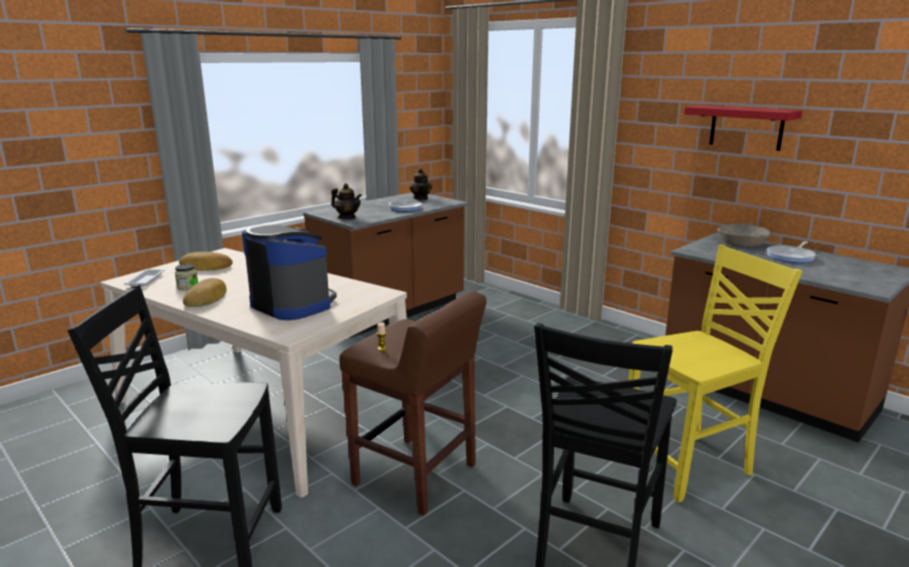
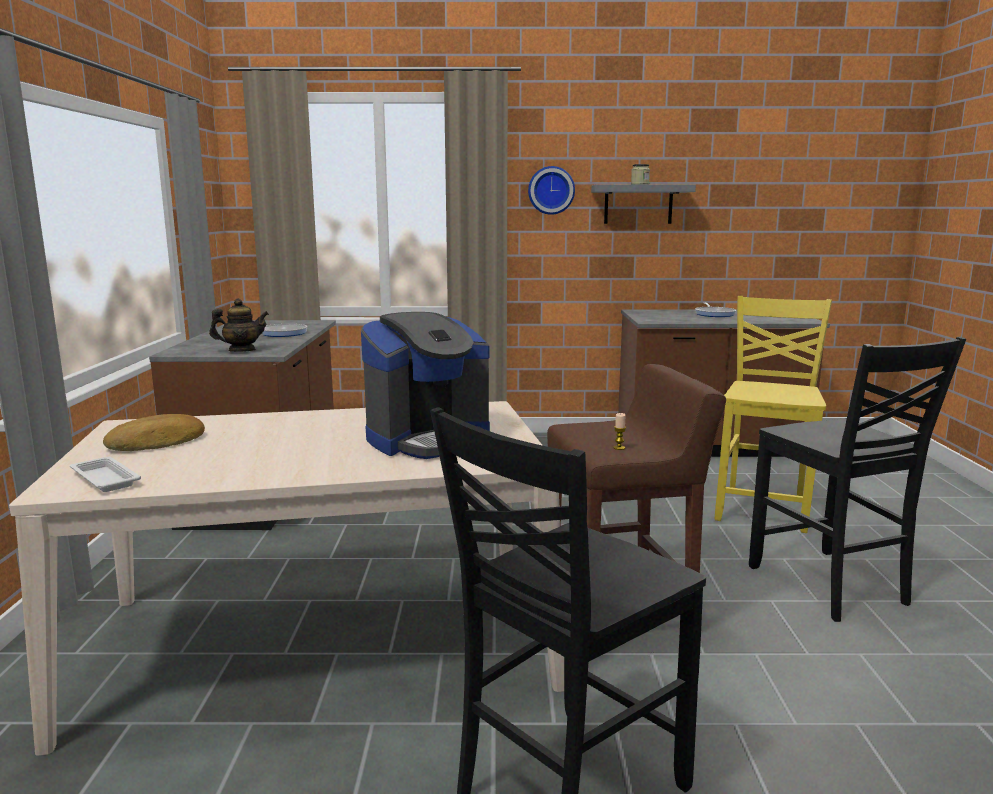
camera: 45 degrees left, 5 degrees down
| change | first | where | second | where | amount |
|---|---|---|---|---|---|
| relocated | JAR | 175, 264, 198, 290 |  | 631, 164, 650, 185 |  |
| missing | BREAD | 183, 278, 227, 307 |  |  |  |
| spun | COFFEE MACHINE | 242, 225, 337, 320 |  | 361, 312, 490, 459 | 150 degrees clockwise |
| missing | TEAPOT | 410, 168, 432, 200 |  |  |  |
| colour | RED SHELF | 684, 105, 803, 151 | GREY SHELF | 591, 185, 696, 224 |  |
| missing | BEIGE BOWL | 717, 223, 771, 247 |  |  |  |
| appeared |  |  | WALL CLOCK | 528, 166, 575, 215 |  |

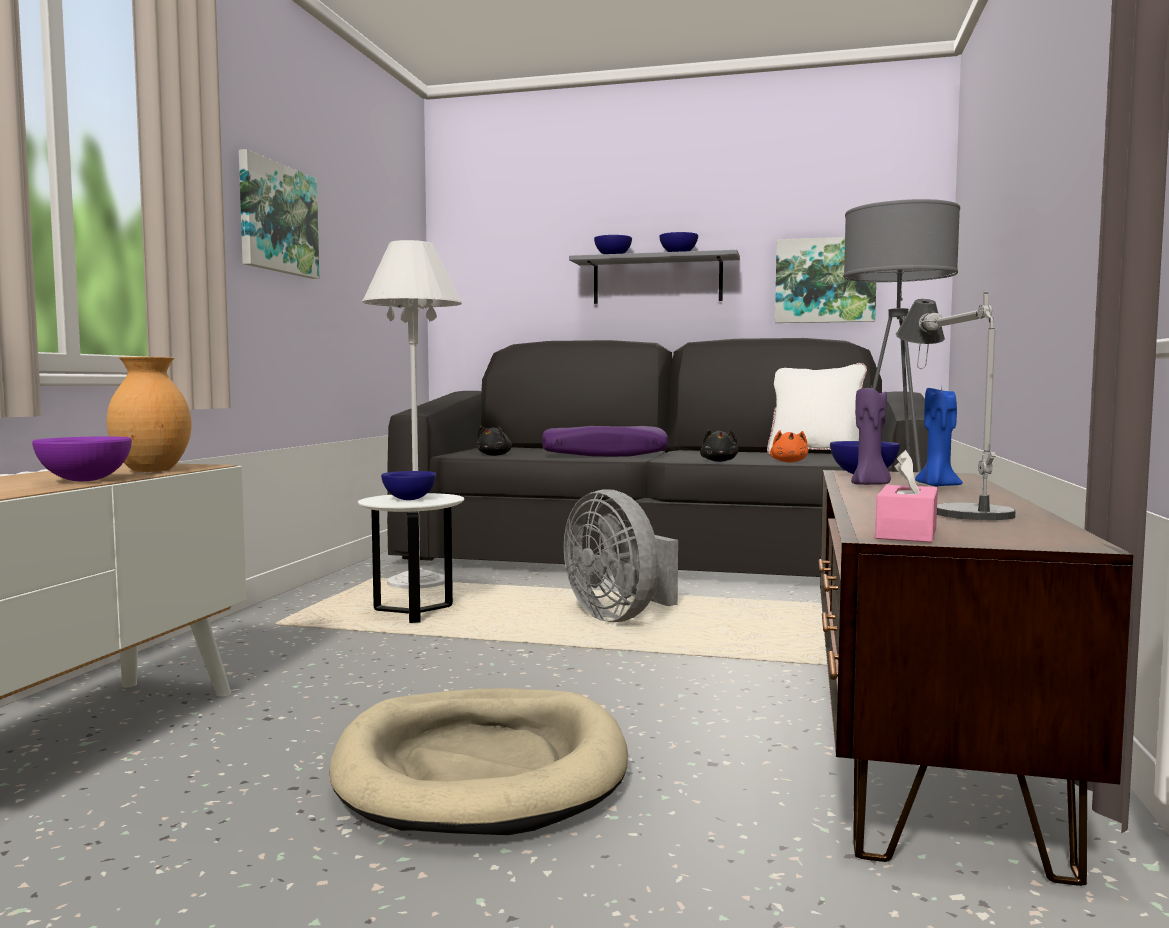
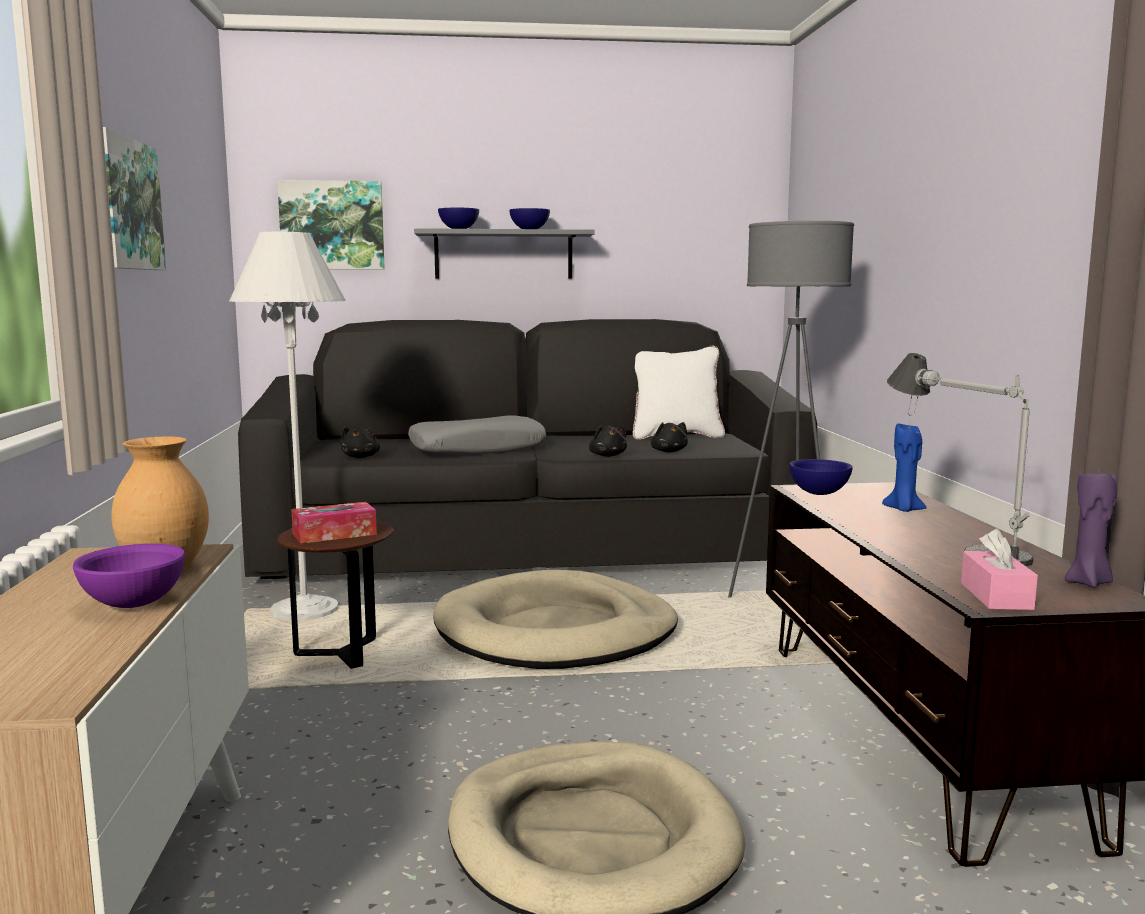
camera: 20 degrees left, 5 degrees up
| change | first | where | second | where | amount |
|---|---|---|---|---|---|
| colour | WHITE SIDE TABLE | 358, 493, 464, 623 | BROWN SIDE TABLE | 277, 521, 394, 669 |  |
| exchanged | BLUE BOWL | 381, 471, 436, 500 | TISSUE BOX | 291, 502, 377, 544 |  |
| colour | PURPLE PILLOW | 542, 426, 669, 457 | GREY PILLOW | 408, 415, 546, 454 |  |
| exchanged | GREY FAN | 564, 489, 678, 622 | BEIGE DOG BED | 433, 570, 678, 669 |  |
| colour | ORANGE PLUSH TOY | 770, 430, 808, 463 | BLACK PLUSH TOY | 651, 422, 688, 452 |  |
| relocated | PICTURE | 775, 237, 876, 323 |  | 277, 180, 385, 269 |  |
| relocated | PURPLE CANDLE | 851, 387, 891, 485 |  | 1065, 469, 1117, 588 |  |

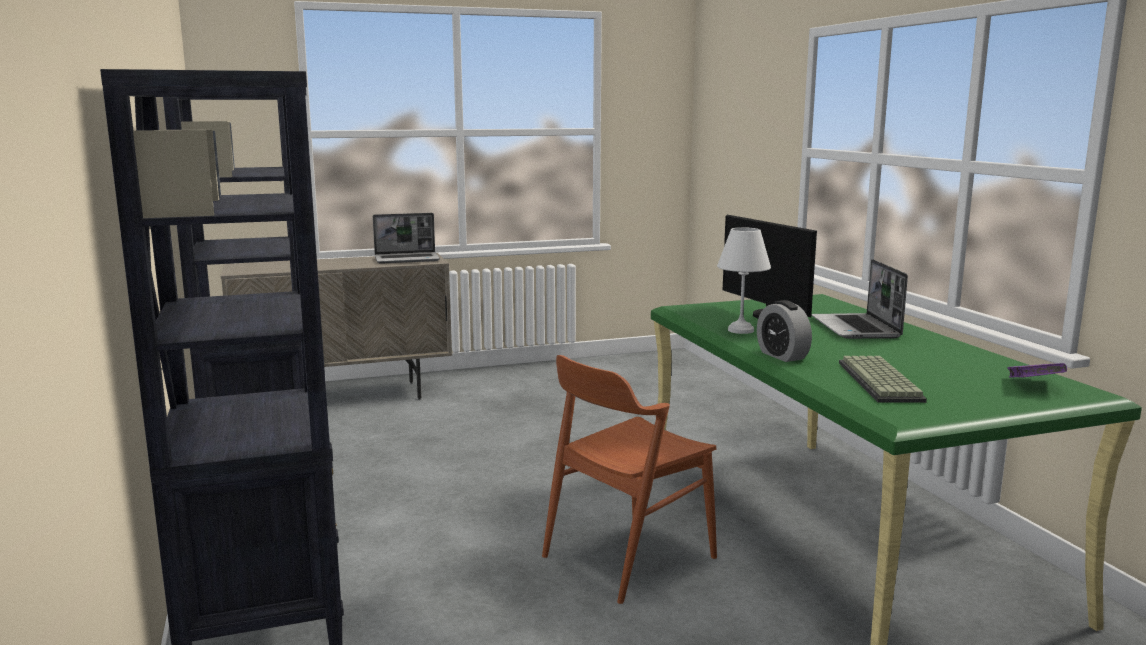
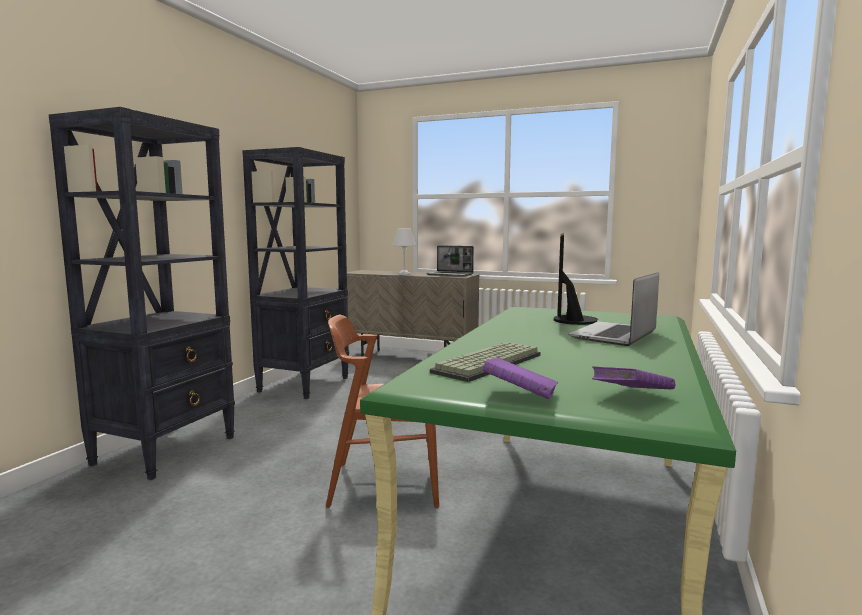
camera: 40 degrees right, 5 degrees down
| change | first | where | second | where | amount |
|---|---|---|---|---|---|
| relocated | WHITE TABLE LAMP | 717, 227, 771, 334 |  | 393, 228, 416, 275 |  |
| missing | ALARM CLOCK | 757, 300, 812, 362 |  |  |  |
| appeared |  |  | PURPLE BOOK | 482, 357, 558, 399 |  |

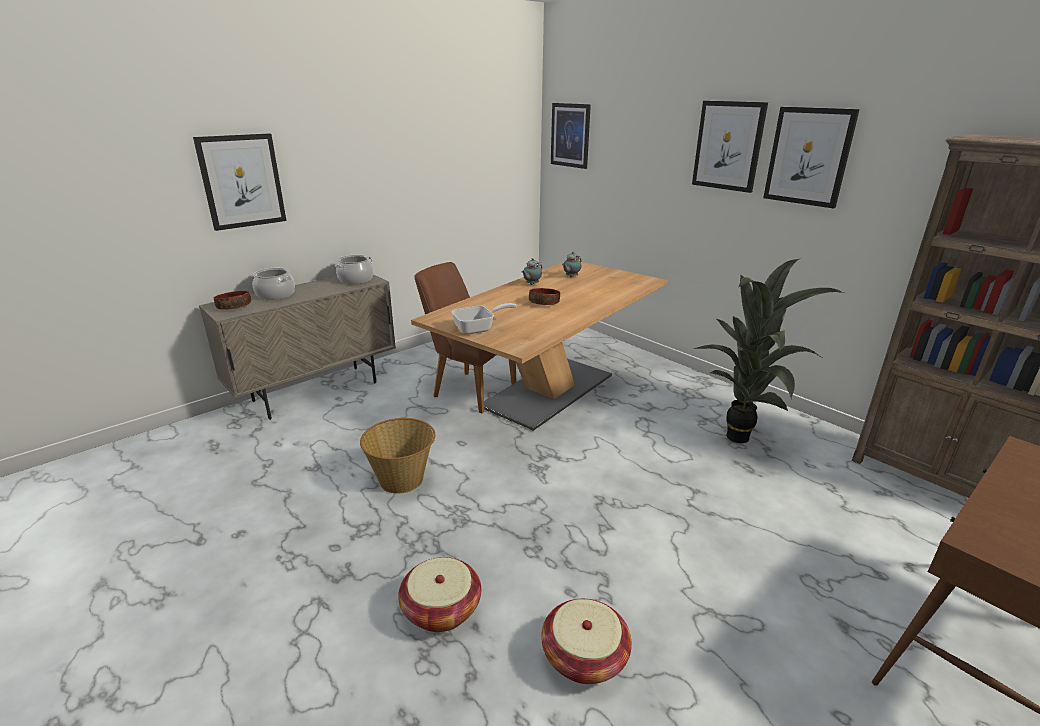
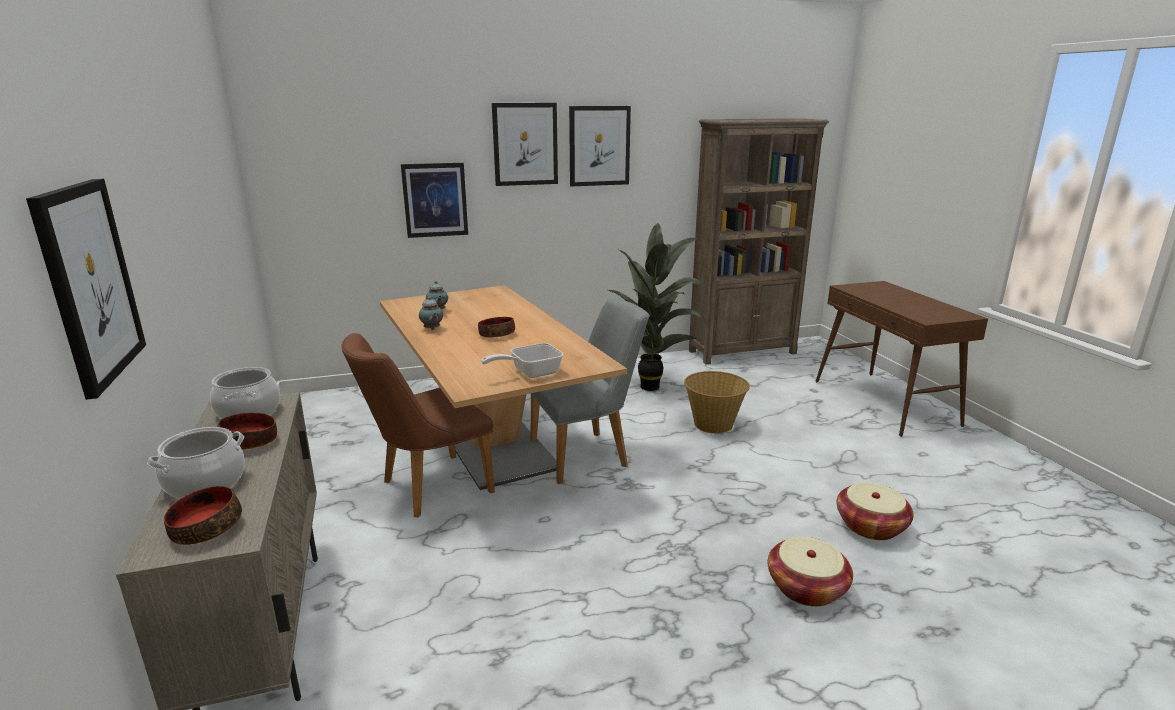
camera: 65 degrees left, 5 degrees down
| change | first | where | second | where | amount |
|---|---|---|---|---|---|
| relocated | BASKET | 360, 418, 436, 494 |  | 684, 371, 750, 434 |  |
| spun | FRYING PAN | 451, 303, 517, 334 |  | 481, 343, 563, 378 | 120 degrees counterclockwise |
| relocated | PICTURE | 551, 103, 591, 169 |  | 401, 163, 468, 238 |  |
| appeared |  |  | BOWL | 218, 413, 277, 450 |  |
| appeared |  |  | GREY CHAIR | 531, 298, 649, 484 |  |

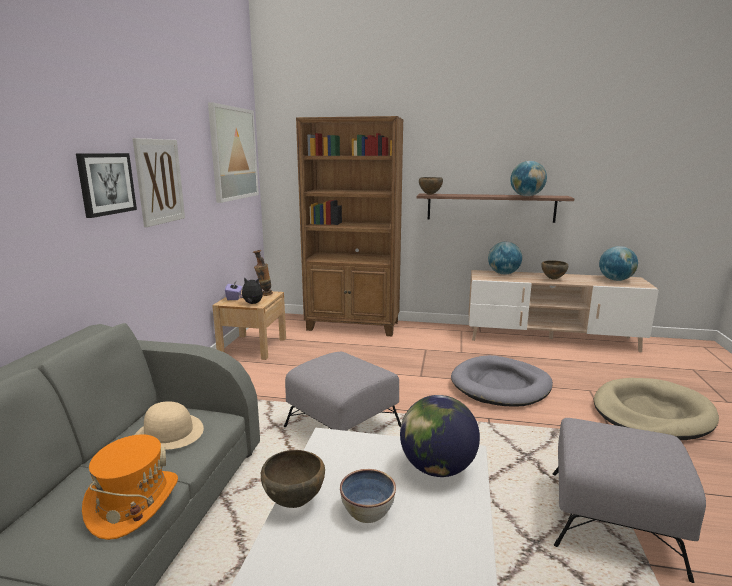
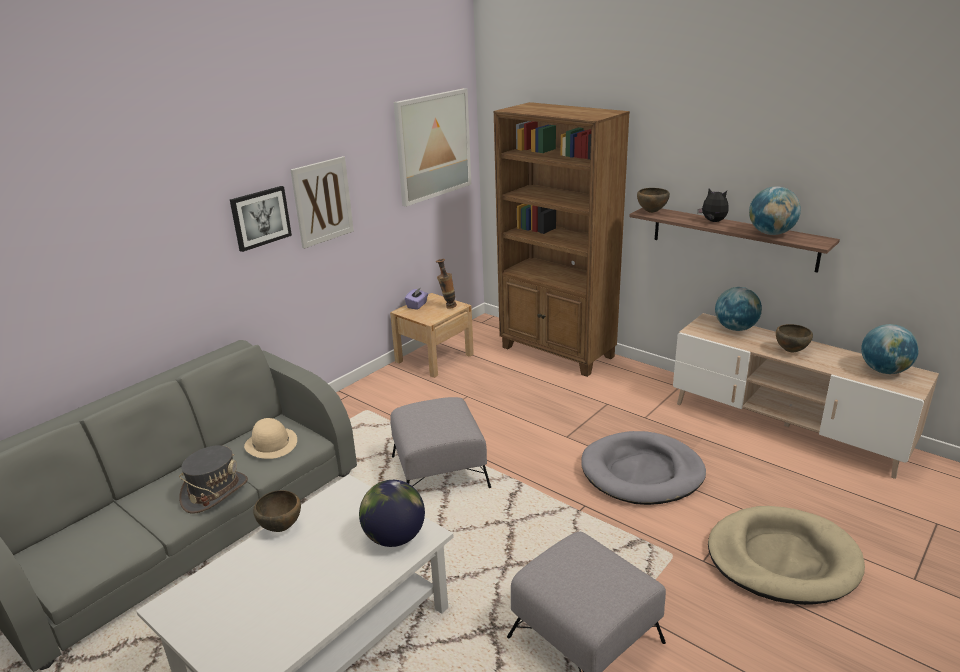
camera: 30 degrees right, 10 degrees up
| change | first | where | second | where | amount |
|---|---|---|---|---|---|
| colour | ORANGE HAT | 82, 434, 178, 540 | GREY HAT | 179, 445, 248, 514 |  |
| relocated | PLUSH TOY | 238, 277, 263, 304 |  | 698, 188, 729, 222 |  |
| missing | BOWL | 340, 469, 396, 523 |  |  |  |

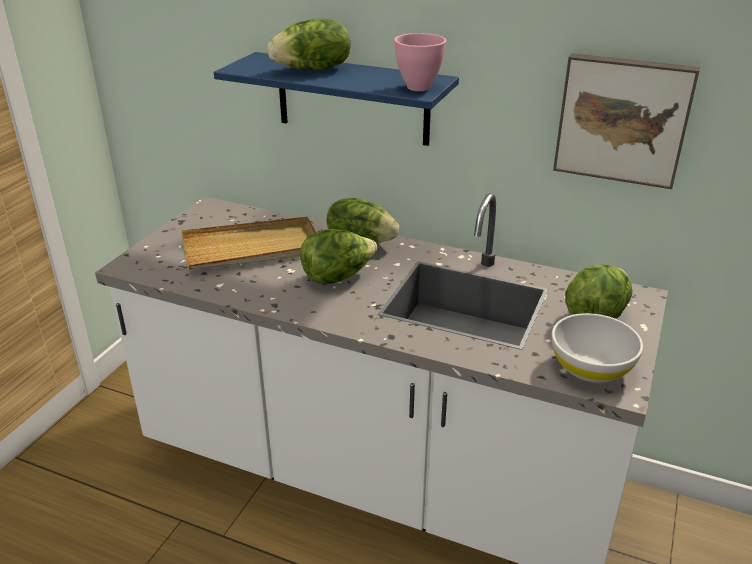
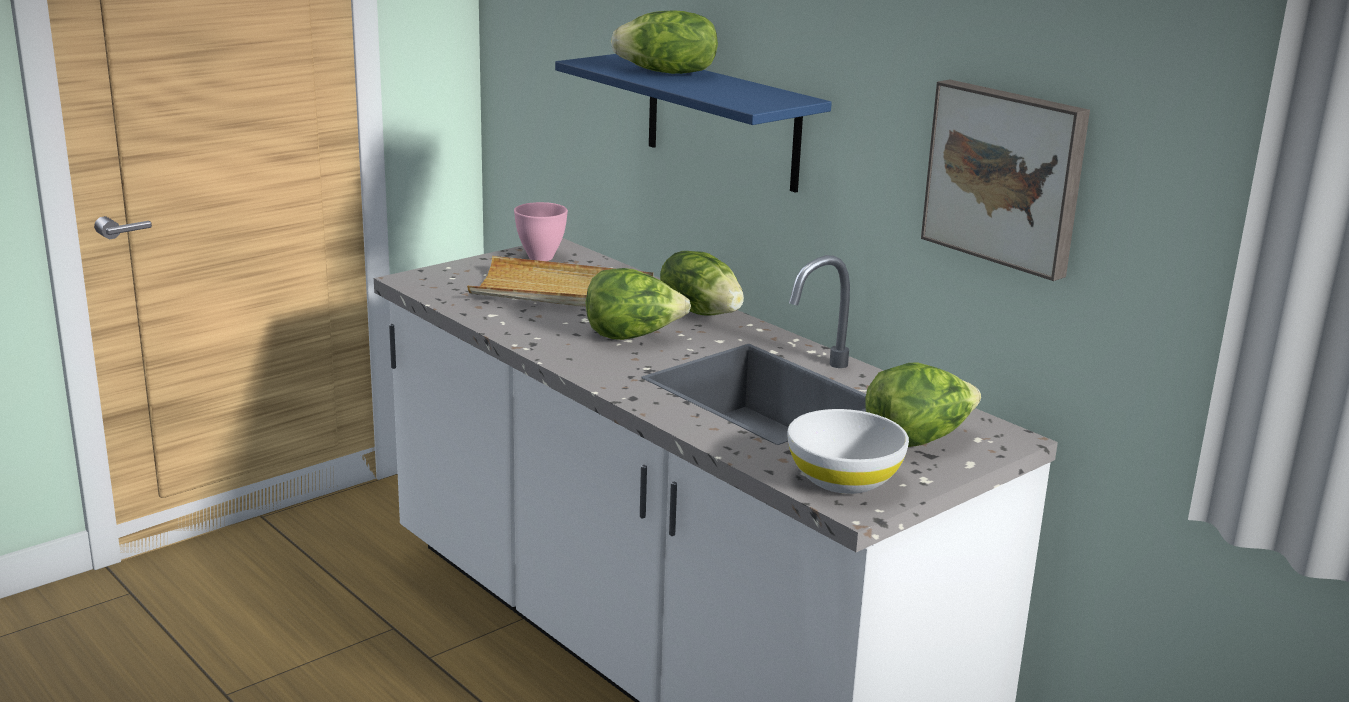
camera: 25 degrees right, 10 degrees down
| change | first | where | second | where | amount |
|---|---|---|---|---|---|
| relocated | PINK BOWL | 394, 33, 446, 91 |  | 514, 202, 568, 261 |  |

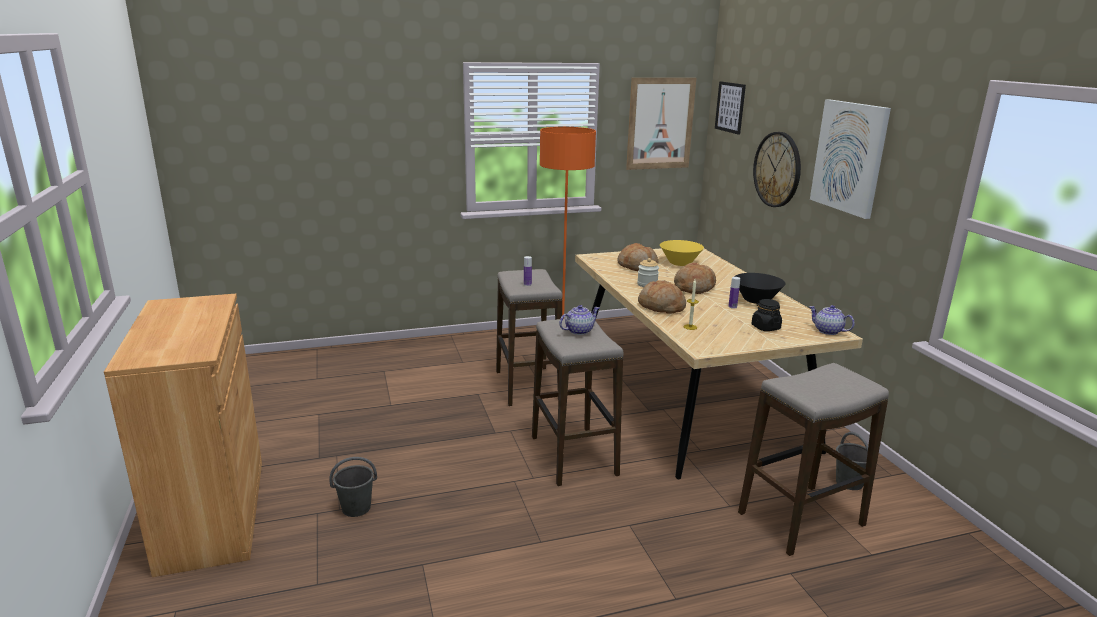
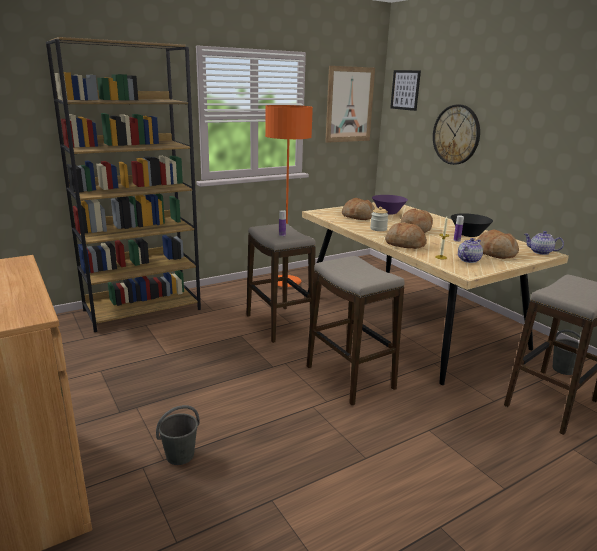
camera: 15 degrees left, 0 degrees up
| change | first | where | second | where | amount |
|---|---|---|---|---|---|
| relocated | TEAPOT | 559, 305, 599, 335 |  | 458, 238, 483, 263 |  |
| colour | YELLOW BOWL | 660, 240, 704, 266 | PURPLE BOWL | 372, 195, 408, 215 |  |
| exchanged | BLACK JAR | 751, 299, 782, 331 | BREAD | 476, 230, 519, 259 |  |
| missing | PICTURE | 810, 99, 891, 219 |  |  |  |
| appeared |  |  | BROWN BOOKCASE | 46, 37, 201, 332 |  |

